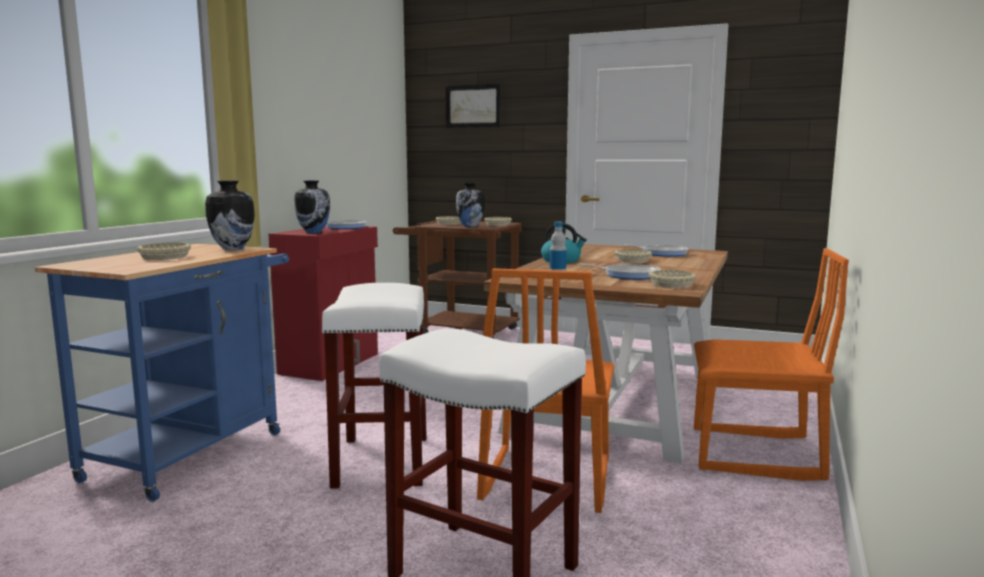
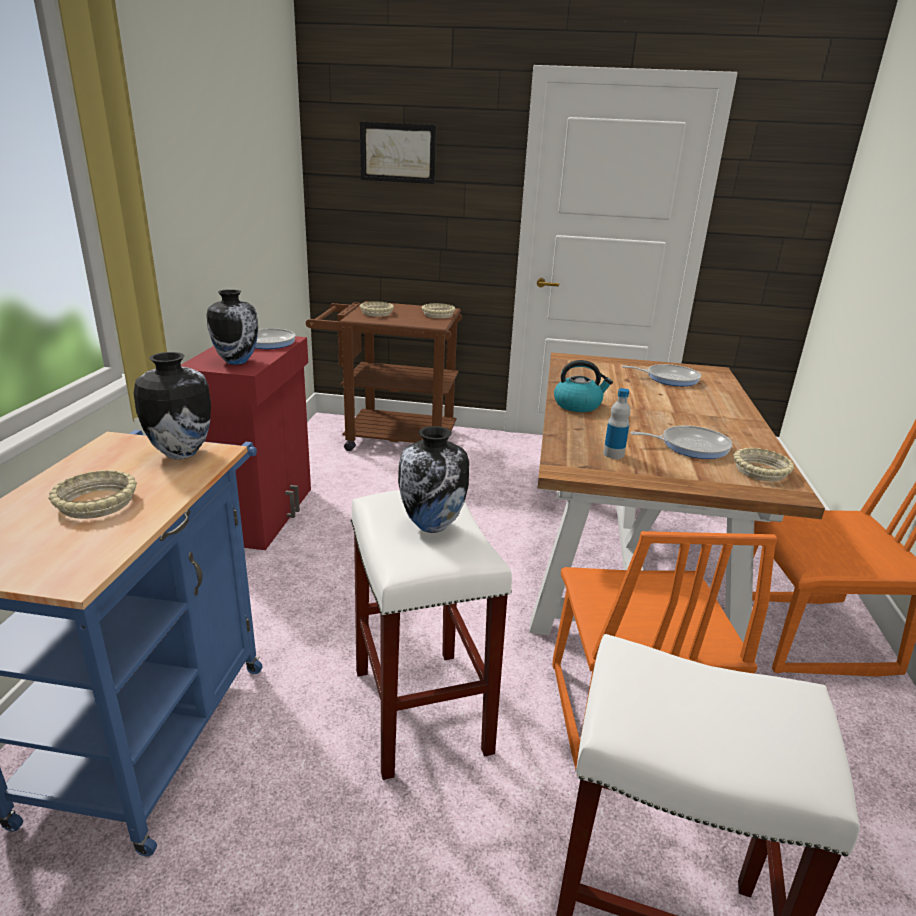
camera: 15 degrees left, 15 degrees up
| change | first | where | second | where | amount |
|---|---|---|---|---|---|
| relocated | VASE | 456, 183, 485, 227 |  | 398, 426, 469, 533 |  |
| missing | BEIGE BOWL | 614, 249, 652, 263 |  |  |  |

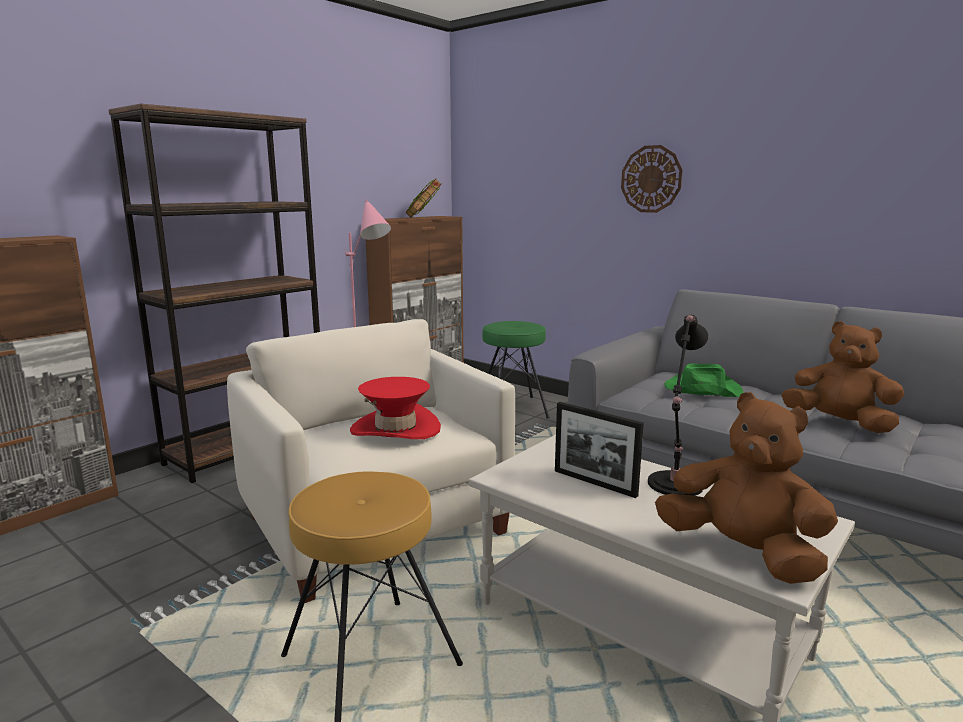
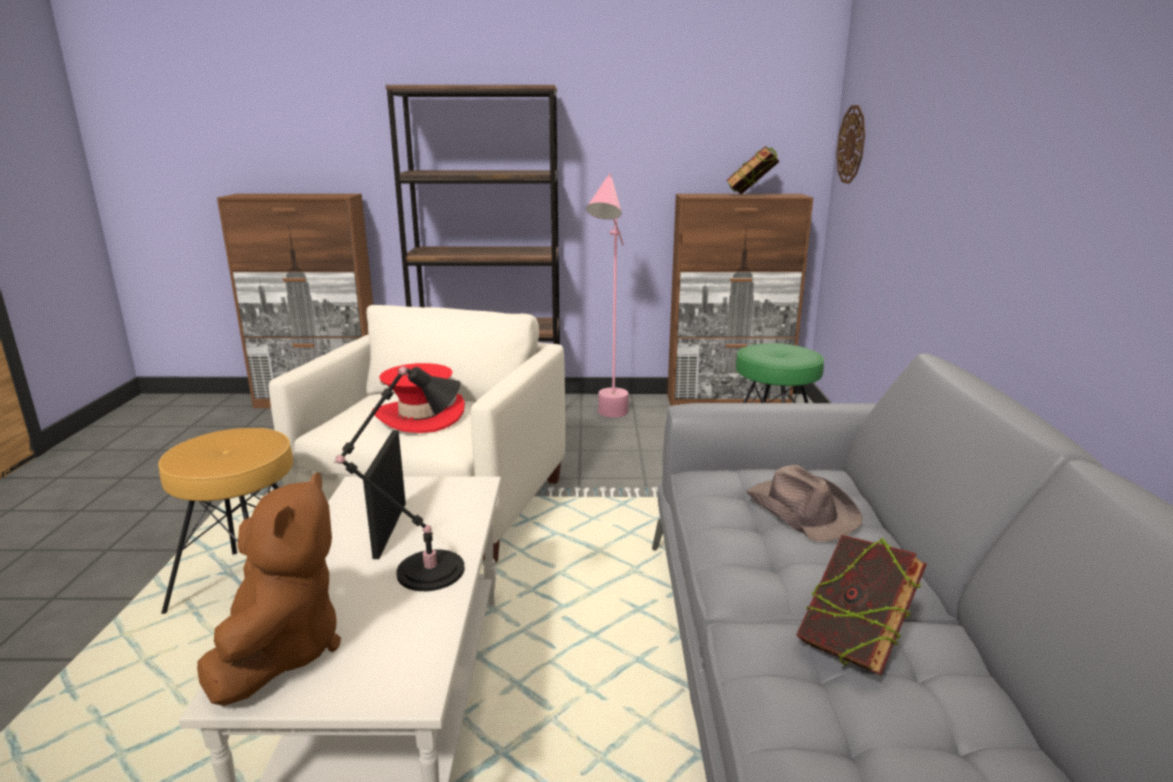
camera: 50 degrees right, 5 degrees up
| change | first | where | second | where | amount |
|---|---|---|---|---|---|
| relocated | WALL CLOCK | 621, 145, 683, 213 |  | 837, 105, 865, 184 |  |
| colour | GREEN HAT | 664, 364, 743, 397 | BROWN HAT | 746, 465, 862, 542 |  |
| exchanged | BROWN PLUSH TOY | 781, 321, 904, 433 | BOOK | 796, 535, 927, 675 |  |

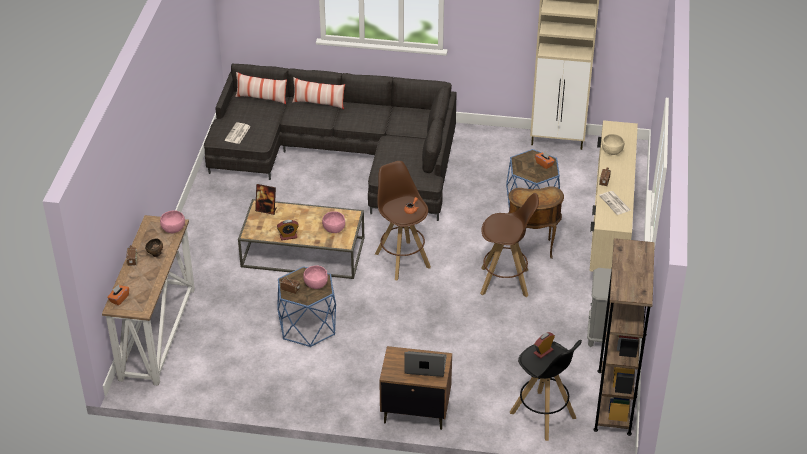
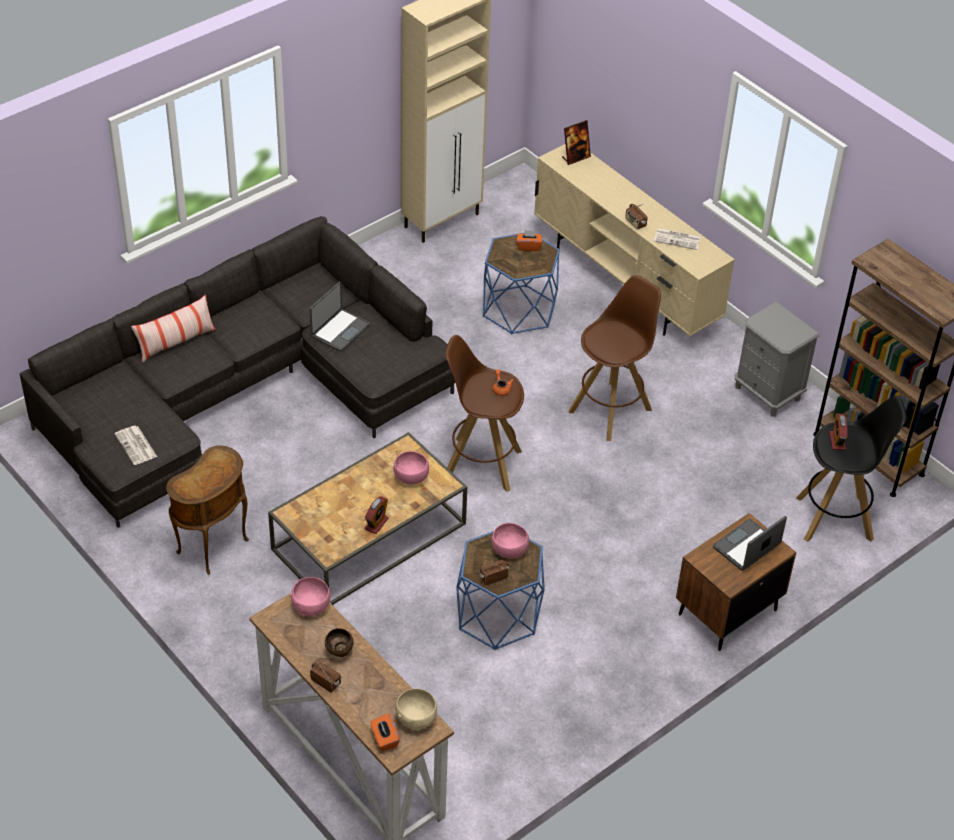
camera: 50 degrees left, 5 degrees up
| change | first | where | second | where | amount |
|---|---|---|---|---|---|
| missing | PILLOW | 235, 72, 287, 104 |  |  |  |
| relocated | PICTURE FRAME | 255, 184, 277, 215 |  | 562, 120, 591, 165 |  |
| relocated | BROWN SIDE TABLE | 508, 186, 564, 259 |  | 166, 445, 249, 575 |  |
| relocated | BEIGE BOWL | 602, 134, 624, 155 |  | 395, 688, 437, 731 |  |
| appeared |  |  | LAPTOP | 309, 282, 370, 352 |  |

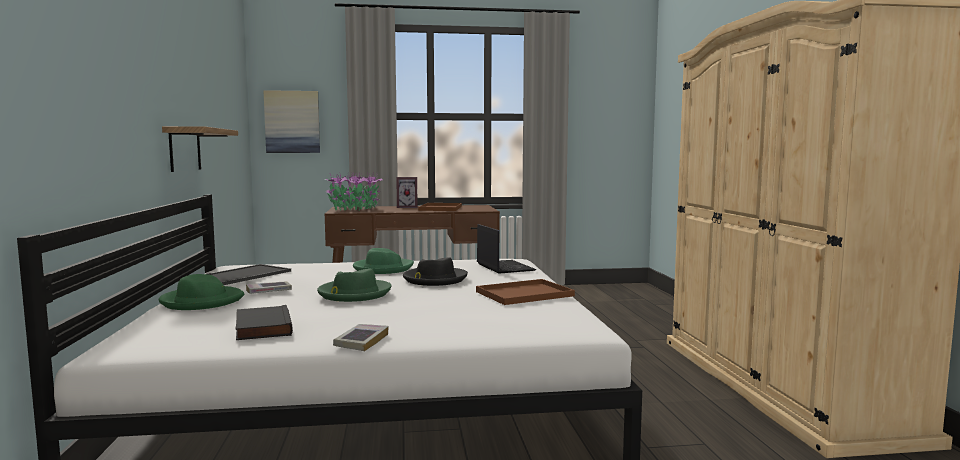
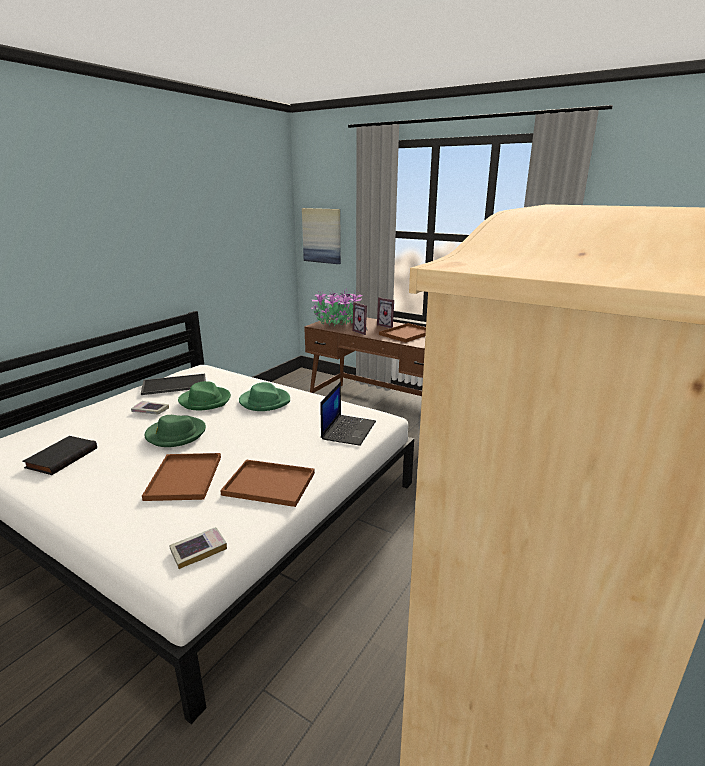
camera: 40 degrees right, 15 degrees up
| change | first | where | second | where | amount |
|---|---|---|---|---|---|
| relocated | GREEN HAT | 159, 274, 244, 310 |  | 178, 381, 231, 410 |  |
| missing | SHELF | 162, 126, 238, 172 |  |  |  |
| relocated | BOOK | 333, 324, 389, 351 |  | 169, 527, 227, 569 |  |
| missing | BLACK HAT | 403, 257, 468, 286 |  |  |  |
| appeared |  |  | BROWN TRAY | 142, 453, 221, 501 |  |
| appeared |  |  | PICTURE FRAME | 352, 302, 368, 335 |  |

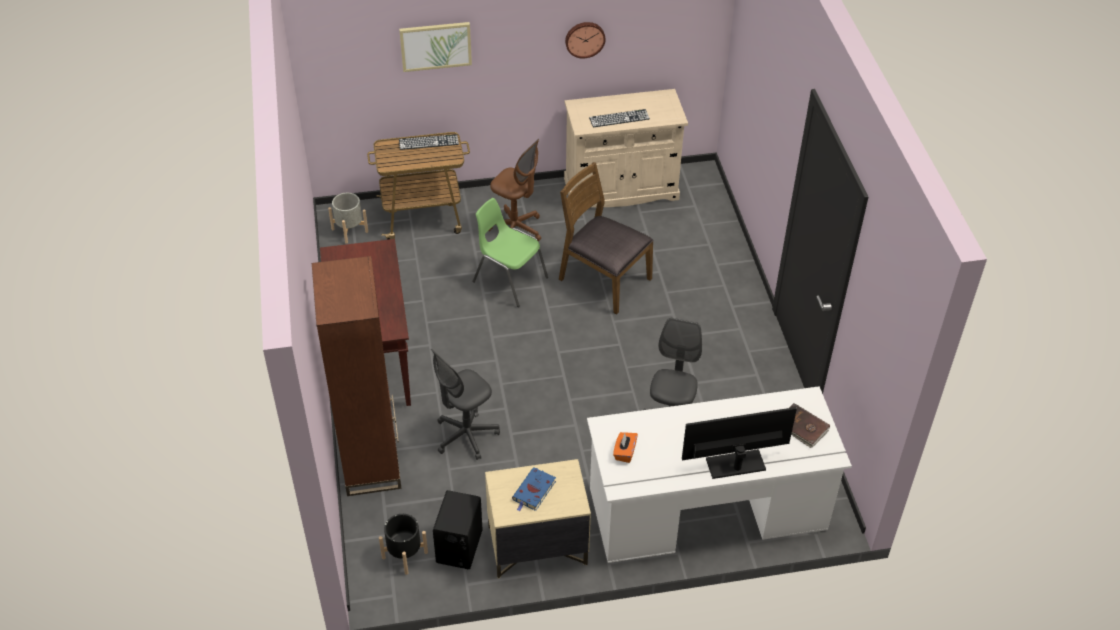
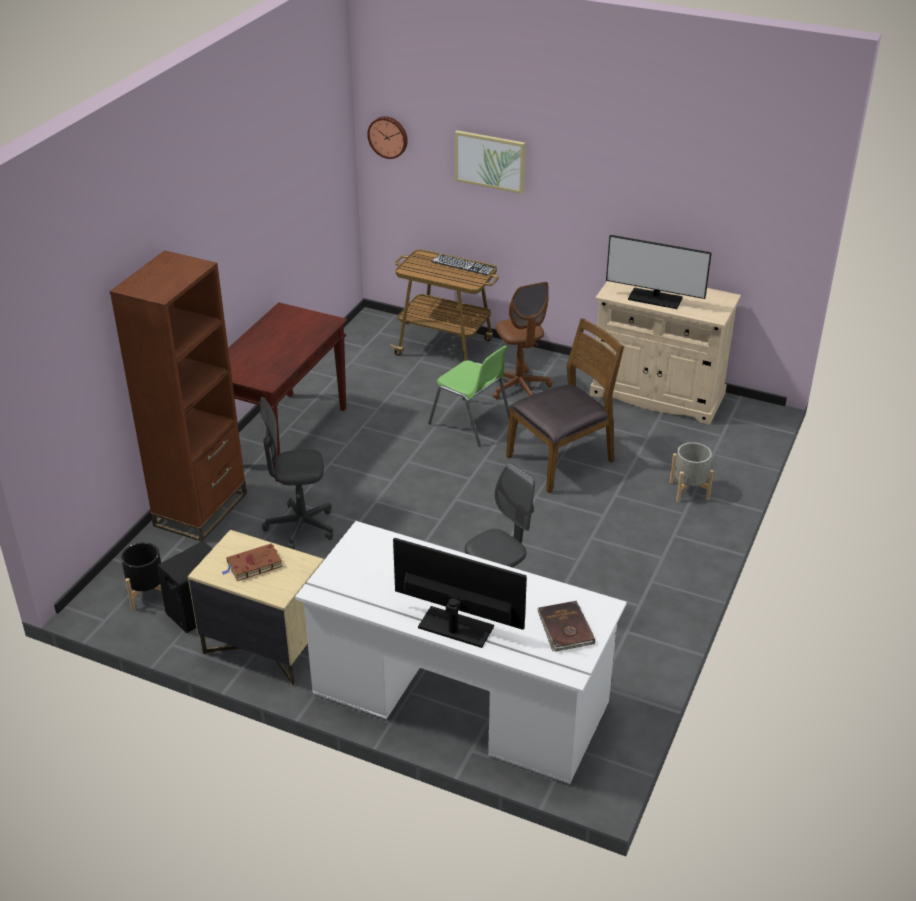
camera: 35 degrees right, 10 degrees down
| change | first | where | second | where | amount |
|---|---|---|---|---|---|
| relocated | GREY PLANTER | 328, 193, 368, 244 |  | 670, 442, 714, 502 |  |
| spun | GREEN CHAIR | 472, 198, 548, 307 |  | 428, 346, 509, 447 | 150 degrees clockwise |
| colour | BLUE BOOK | 512, 467, 556, 512 | BROWN BOOK | 222, 543, 282, 581 |  |
| spun | BROWN CHAIR | 559, 162, 654, 314 |  | 506, 318, 624, 493 | 75 degrees clockwise |
| relocated | WALL CLOCK | 565, 22, 606, 59 |  | 367, 116, 408, 159 |  |
| exchanged | KEYBOARD | 589, 109, 650, 127 | MONITOR | 606, 235, 712, 309 |  |
| missing | ORANGE TISSUE BOX | 613, 432, 638, 463 |  |  |  |

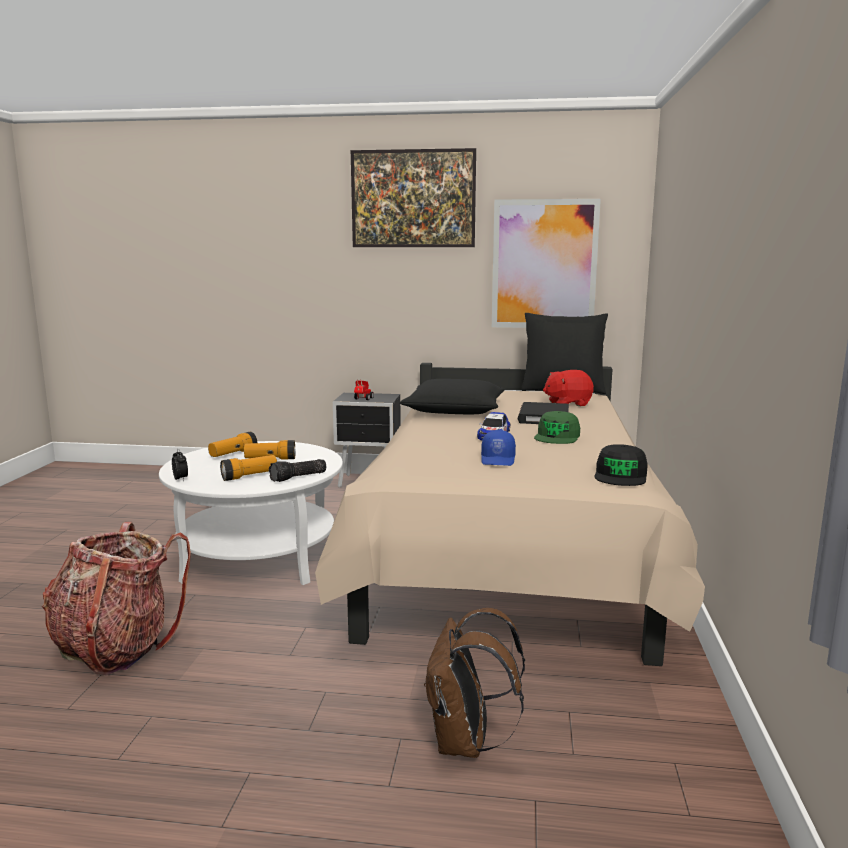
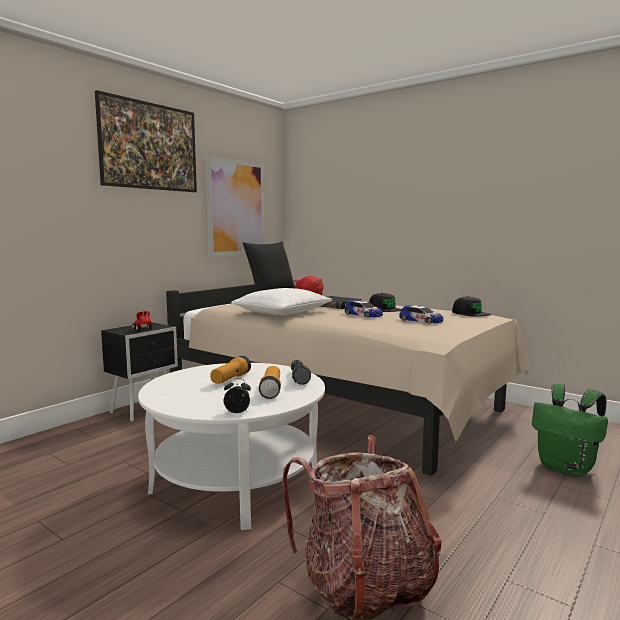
camera: 60 degrees left, 5 degrees down
| change | first | where | second | where | amount |
|---|---|---|---|---|---|
| missing | FLASHLIGHT | 208, 432, 257, 457 |  |  |  |
| colour | BLACK PILLOW | 400, 379, 505, 414 | WHITE PILLOW | 231, 288, 333, 315 |  |
| colour | BROWN BACKPACK | 424, 608, 525, 758 | GREEN BACKPACK | 532, 384, 608, 477 |  |
| exchanged | BLUE CAP | 481, 430, 516, 466 | TOY CAR | 399, 305, 443, 324 |  |
| colour | GREEN CAP | 534, 411, 580, 444 | BLACK CAP | 369, 293, 401, 312 |  |

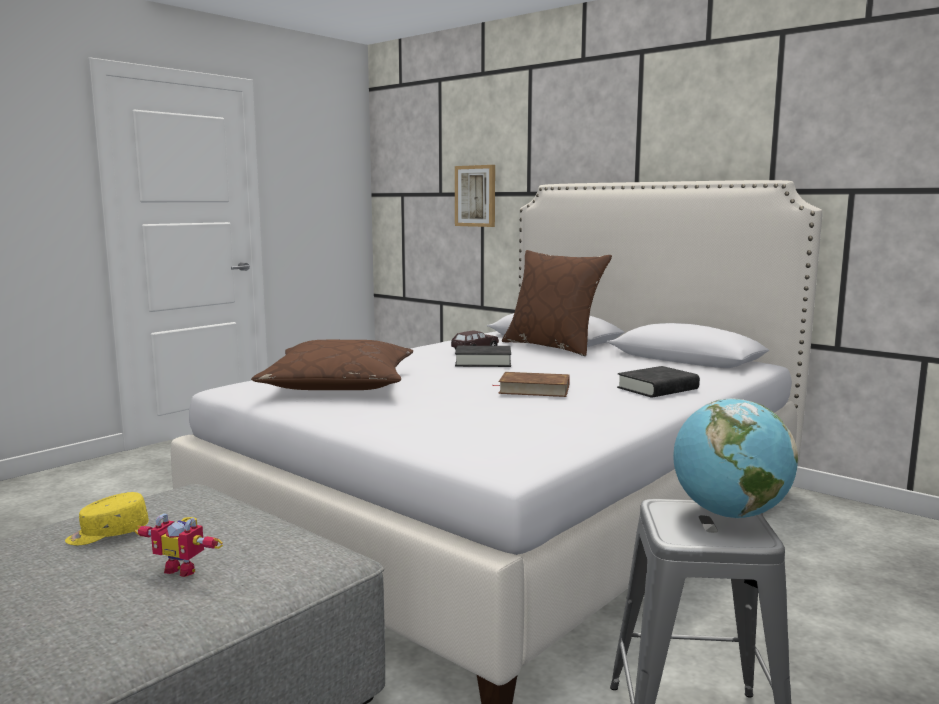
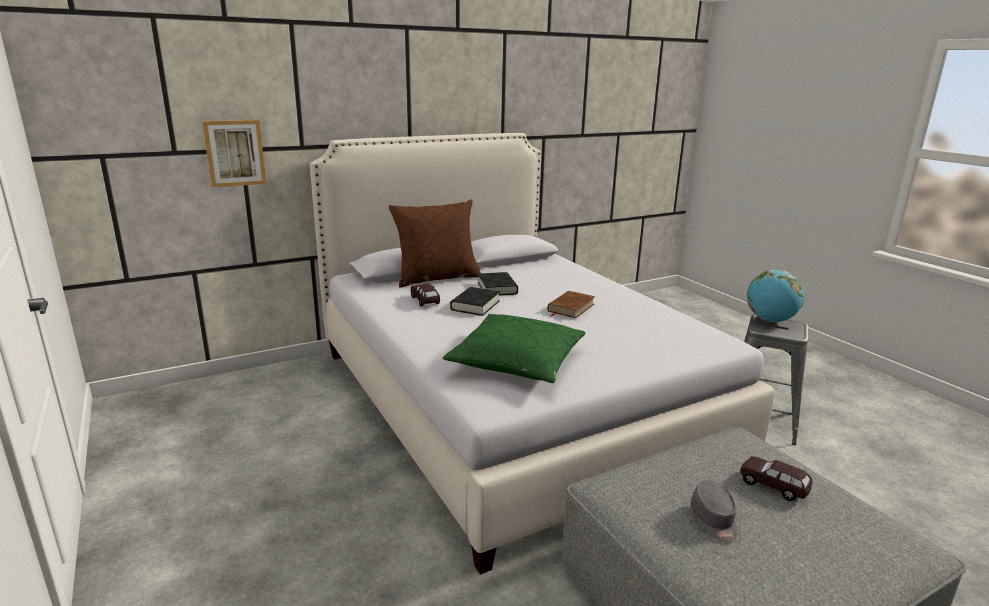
camera: 70 degrees left, 10 degrees up
| change | first | where | second | where | amount |
|---|---|---|---|---|---|
| colour | YELLOW CAP | 65, 492, 149, 545 | GREY CAP | 691, 481, 737, 542 |  |
| exchanged | TOY ROBOT | 134, 513, 223, 577 | BROWN TOY CAR | 740, 456, 813, 501 |  |
| colour | BROWN PILLOW | 251, 340, 413, 390 | GREEN PILLOW | 443, 314, 586, 383 |  |
| relocated | BLACK BOOK | 617, 366, 700, 398 |  | 478, 272, 518, 295 |  |

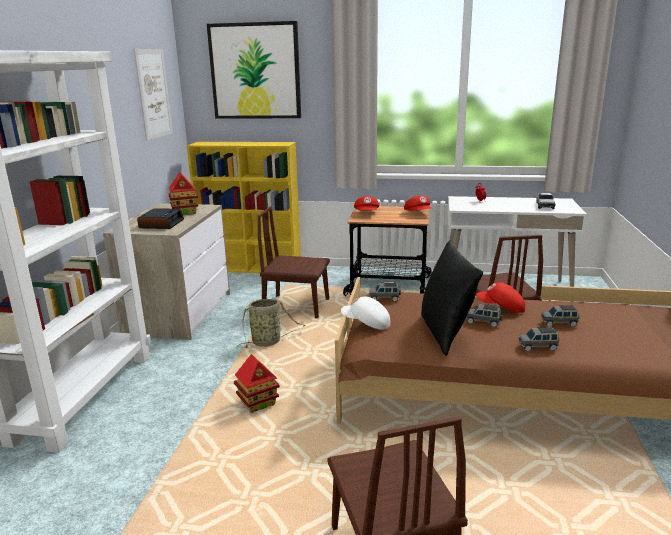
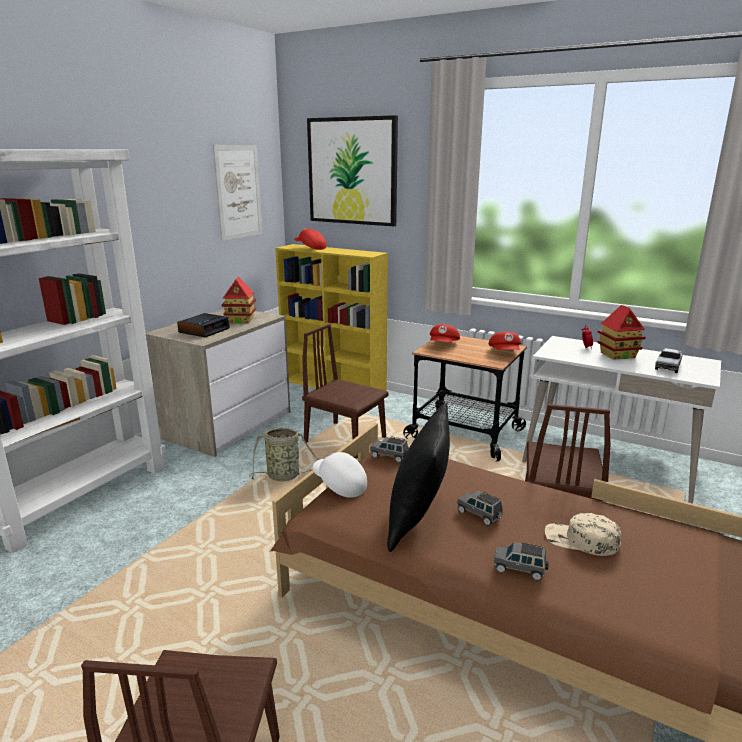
camera: 20 degrees right, 0 degrees up
| change | first | where | second | where | amount |
|---|---|---|---|---|---|
| relocated | TOY HOUSE | 234, 354, 280, 413 |  | 597, 305, 646, 360 |  |
| relocated | RED CAP | 476, 282, 525, 313 |  | 295, 229, 326, 250 |  |
| exchanged | GREY TOY CAR | 541, 305, 579, 327 | BEIGE CAP | 545, 513, 621, 556 |  |

